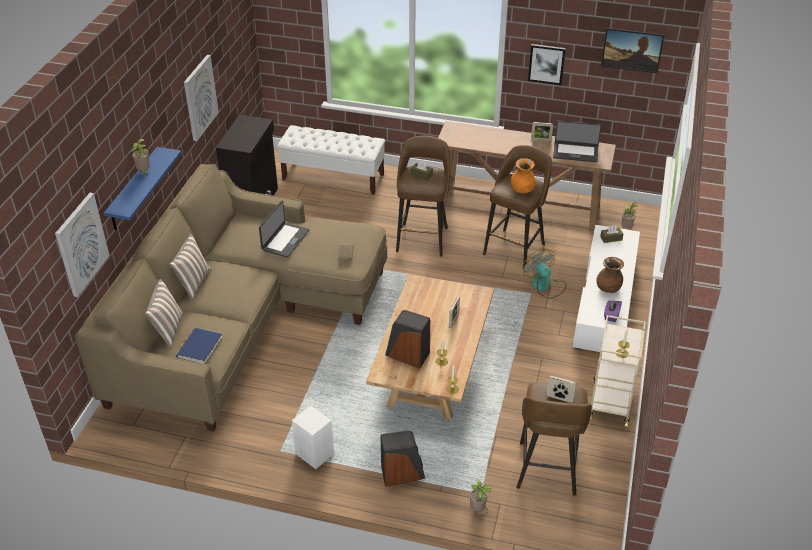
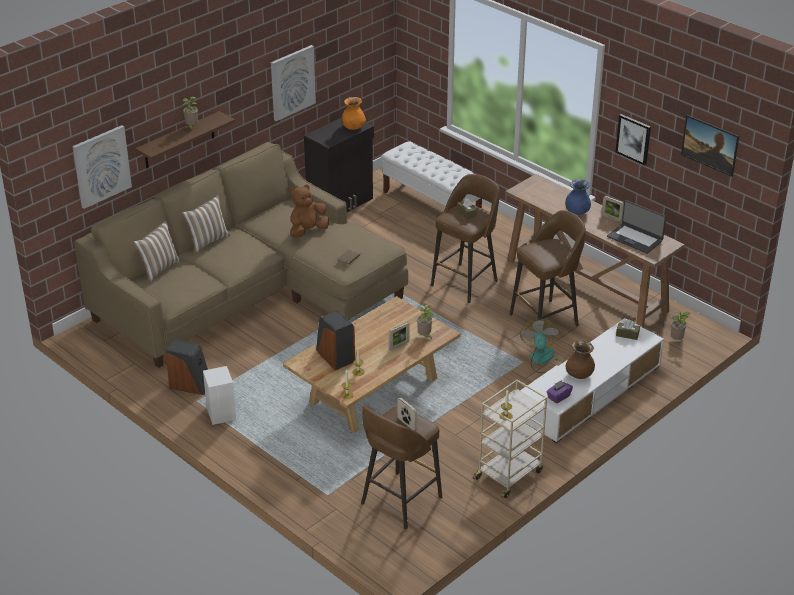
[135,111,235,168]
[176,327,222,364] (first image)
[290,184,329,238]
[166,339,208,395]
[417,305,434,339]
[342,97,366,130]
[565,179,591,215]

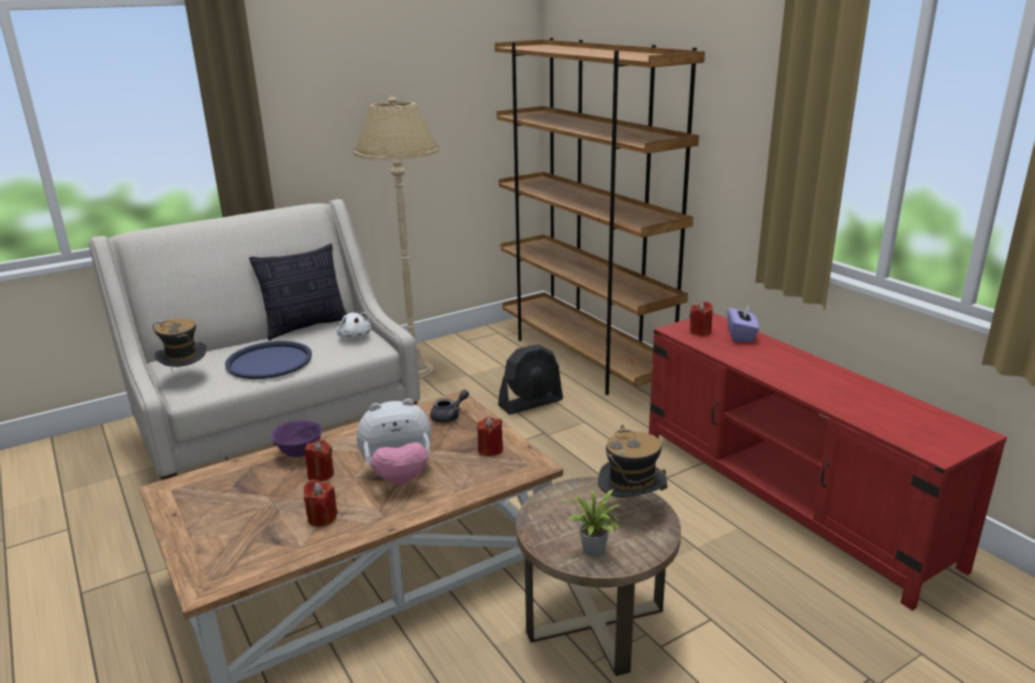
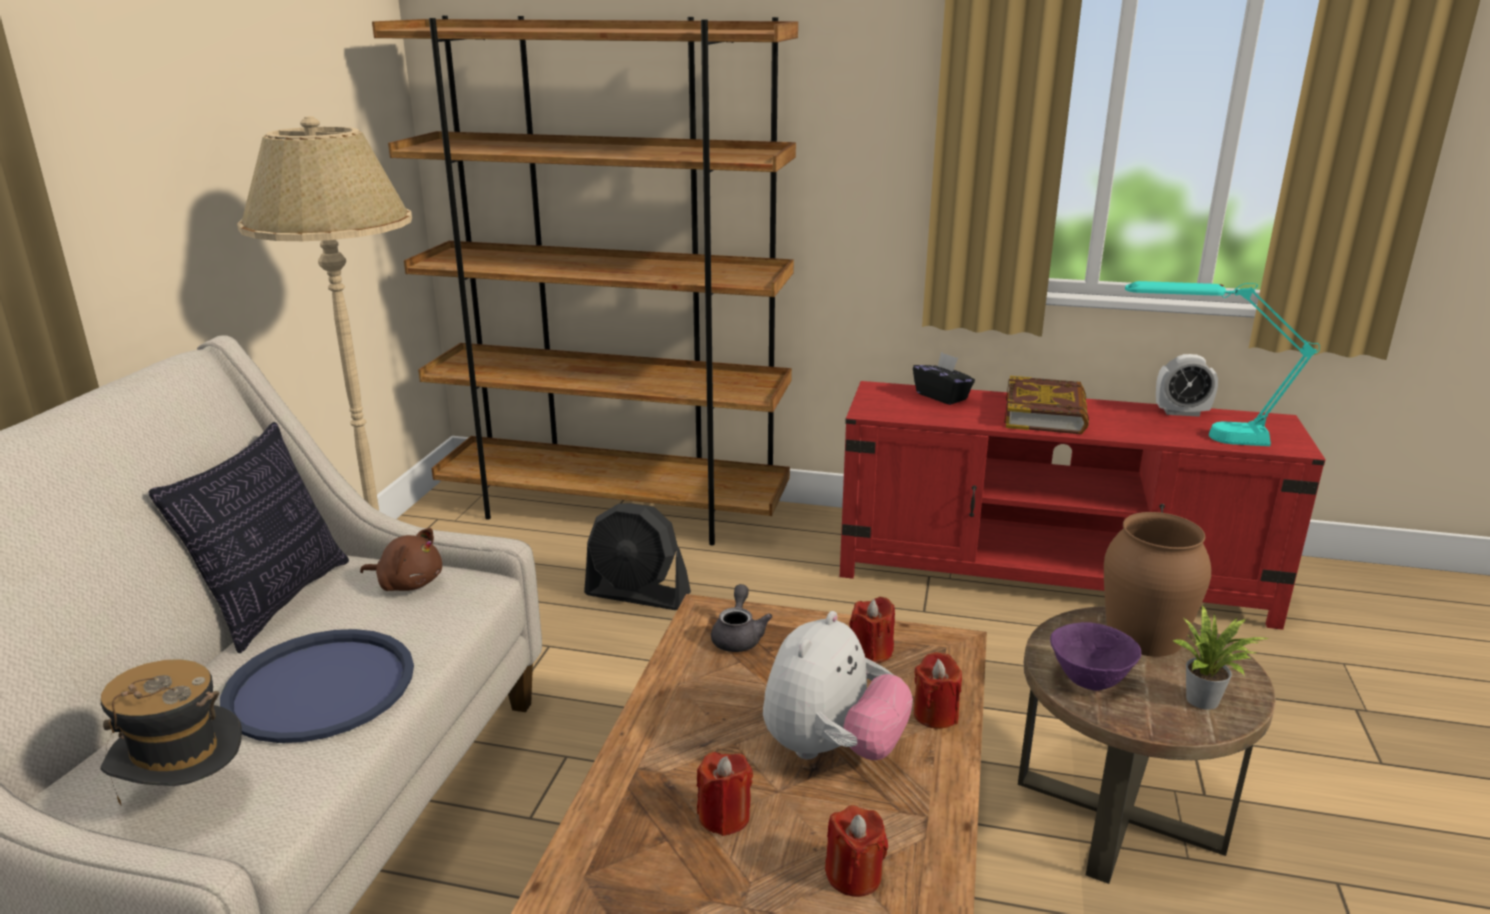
[1050,622,1141,691]
[360,528,442,591]
[584,503,691,610]
[1104,512,1211,657]
[914,652,962,729]
[913,352,975,405]
[1004,376,1089,434]
[1125,281,1320,446]
[1156,354,1218,417]

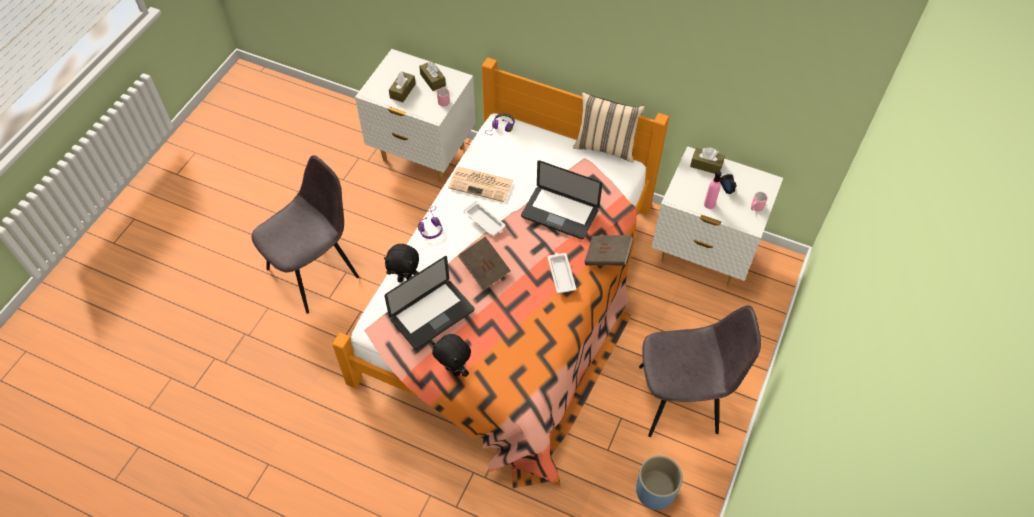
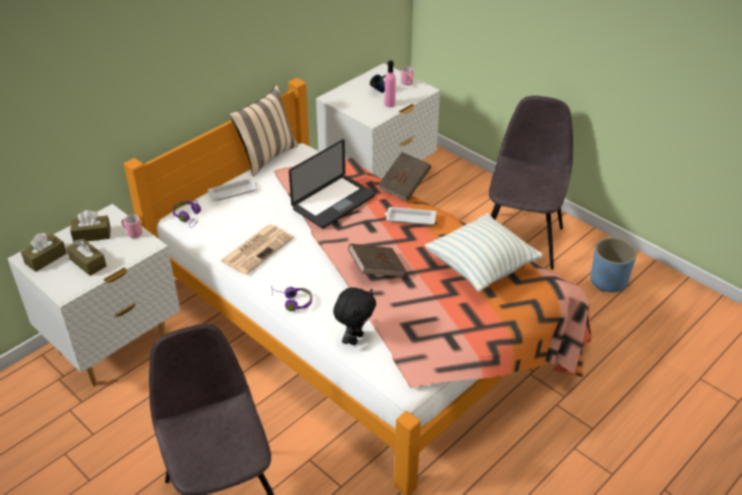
[384,256,474,349] (first image)
[432,334,471,377] (first image)
[208,178,257,201]
[21,233,67,272]
[425,213,542,292]

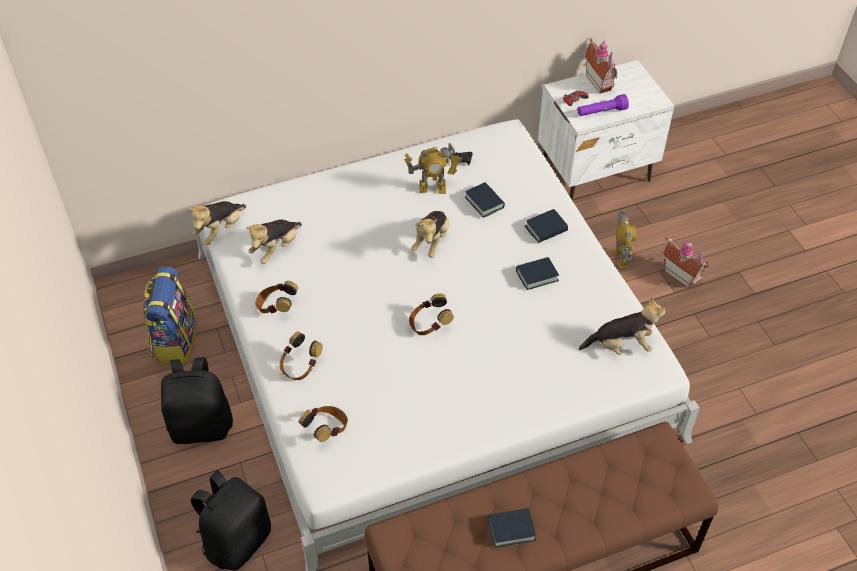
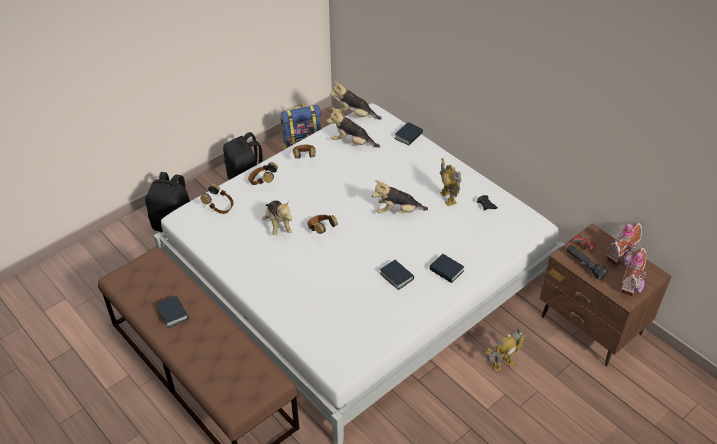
[394,122,423,146]
[540,224,672,366]
[566,245,608,280]
[262,200,292,235]
[620,245,646,296]

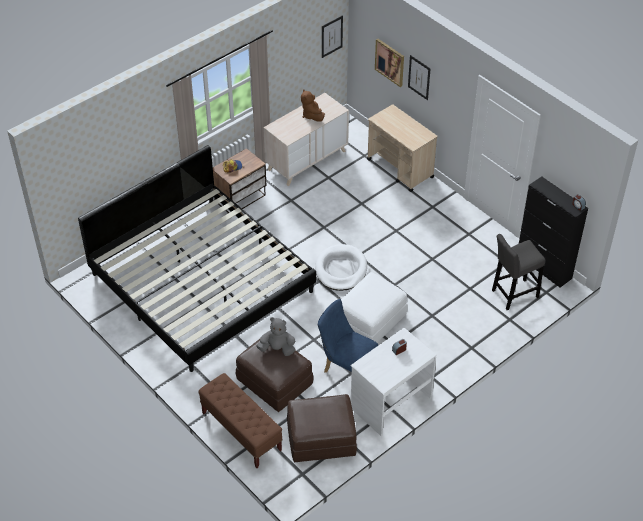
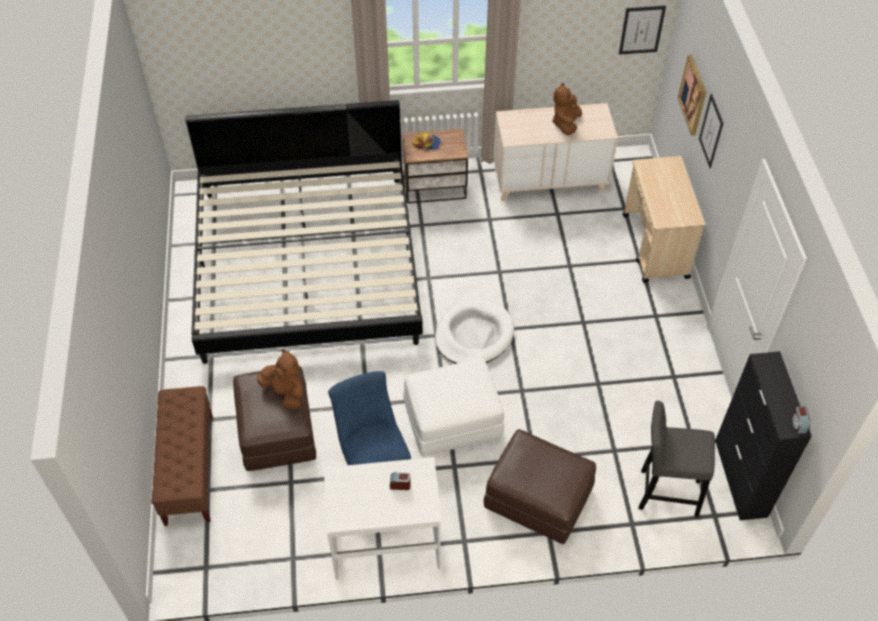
[257,349,303,409]
[483,429,596,545]

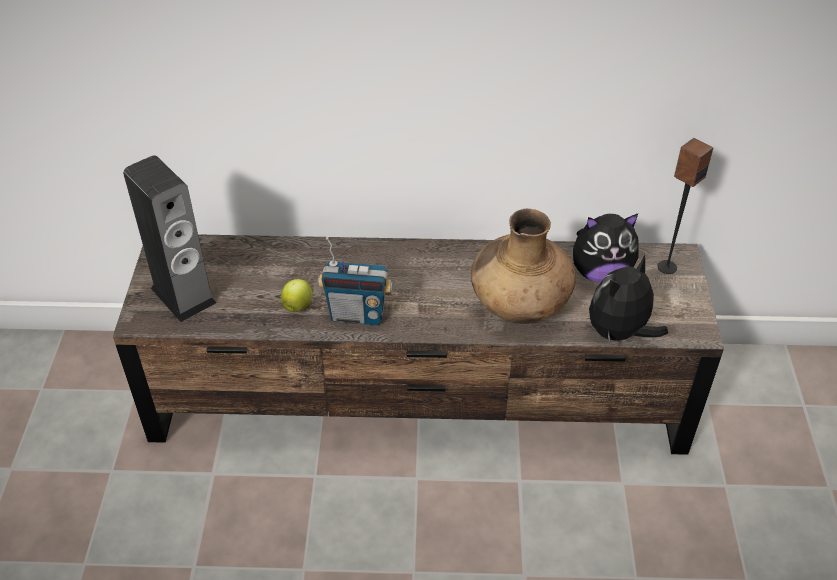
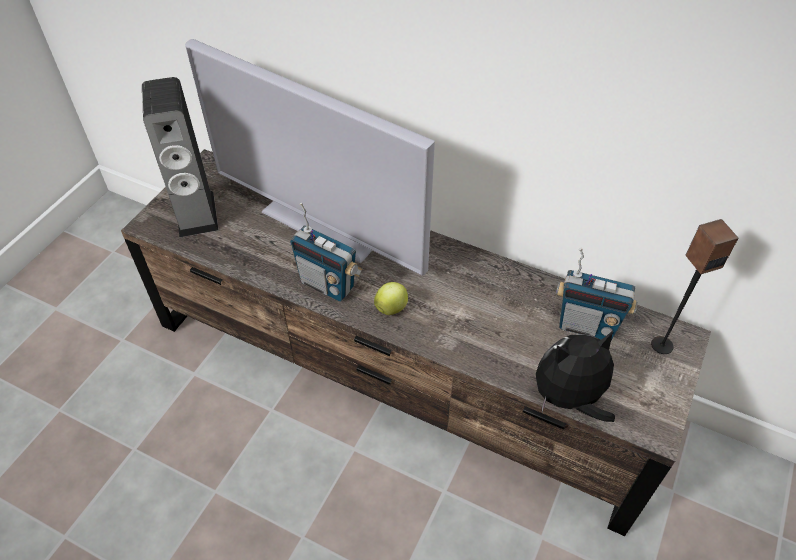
[374,282,408,315]
[471,209,576,324] (first image)
[556,248,638,340]
[185,39,435,276]

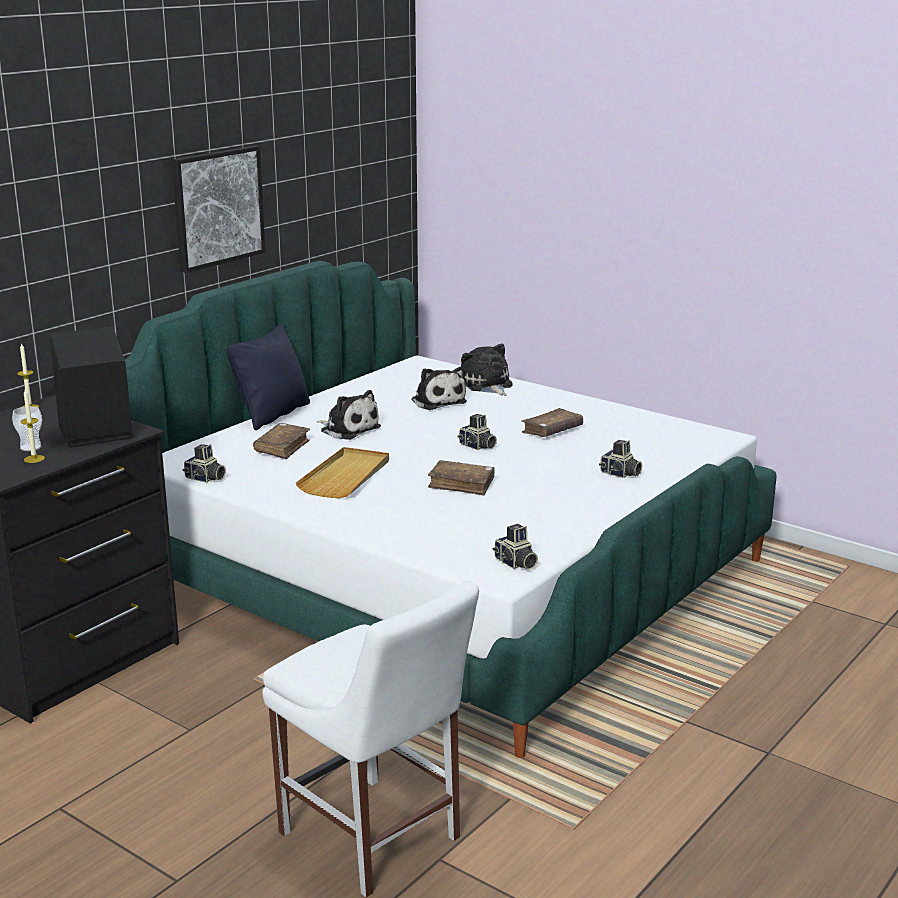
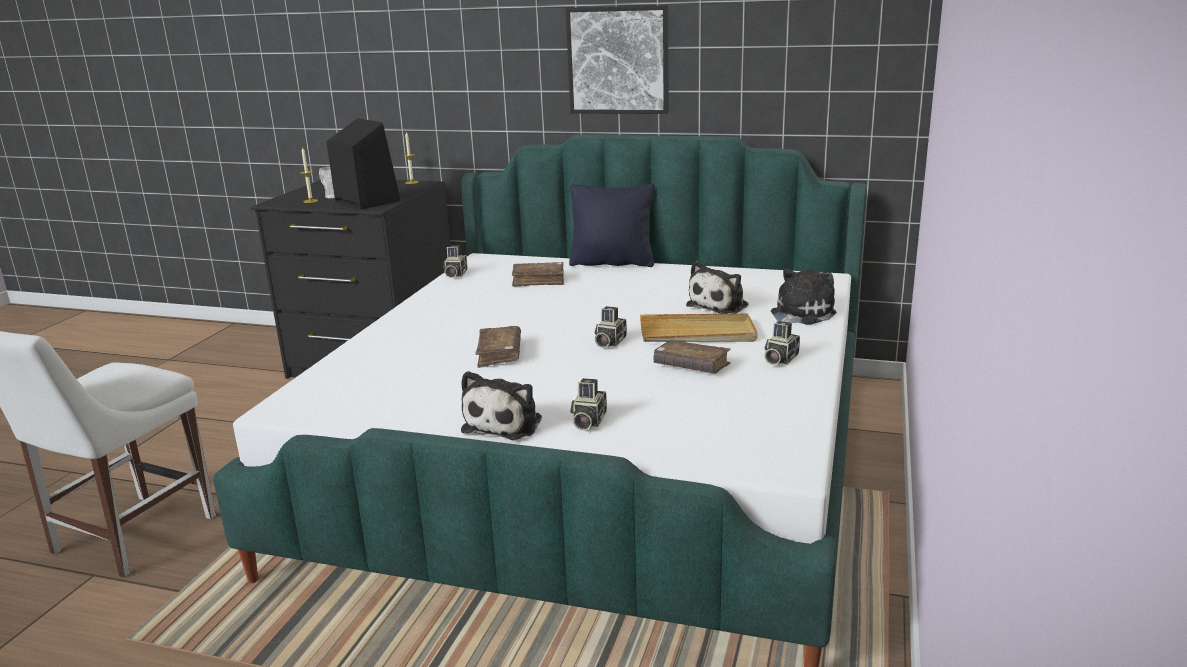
[640,313,758,342]
[461,371,542,440]
[764,321,800,365]

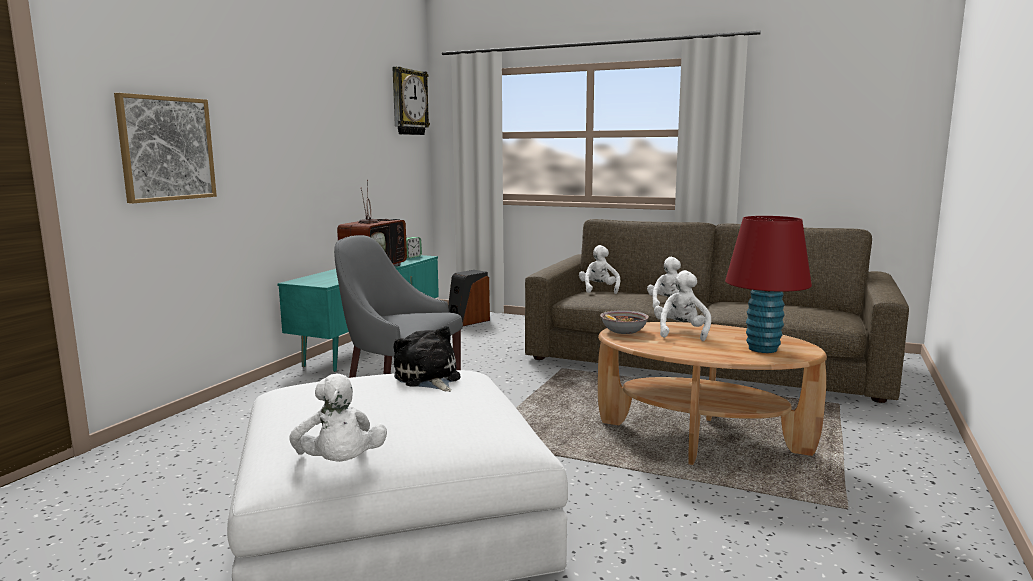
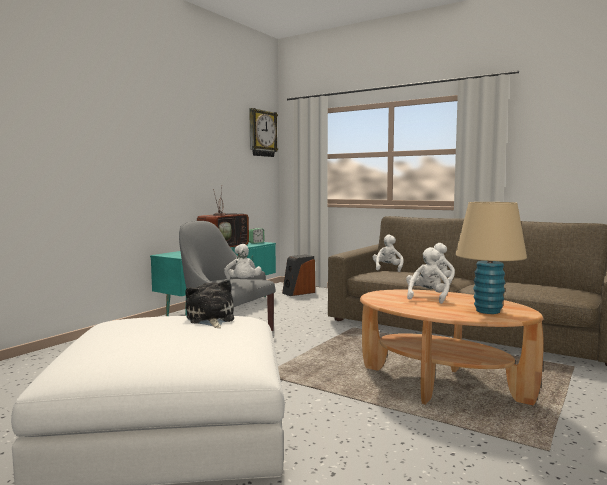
[114,93,217,204] (first image)
[224,244,262,280]
[600,310,649,334] (first image)
[455,202,527,314]

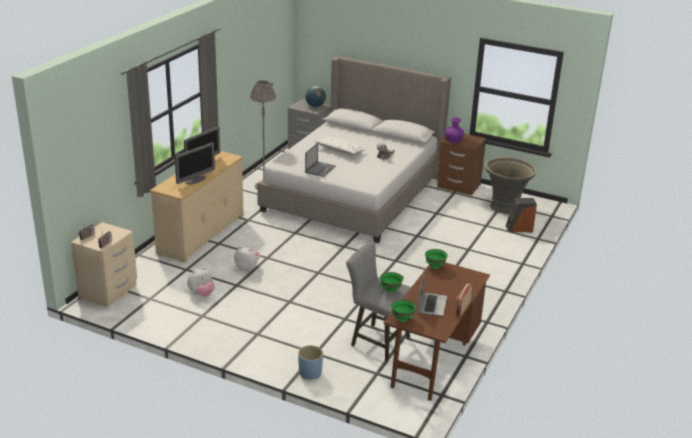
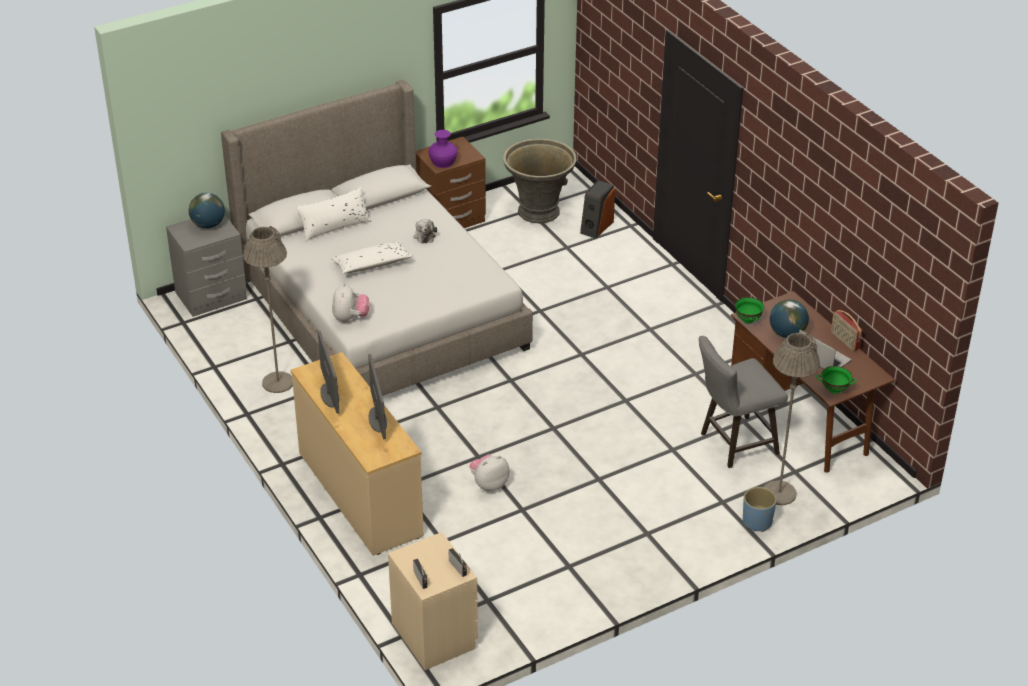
[332,283,369,323]
[305,143,336,177] (first image)
[379,272,404,293] (first image)
[296,187,371,241]
[764,333,820,505]
[770,299,809,338]

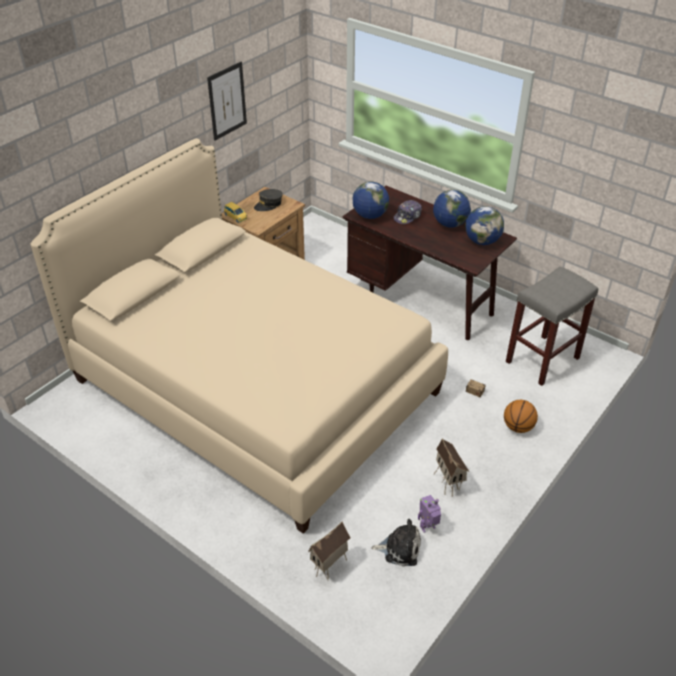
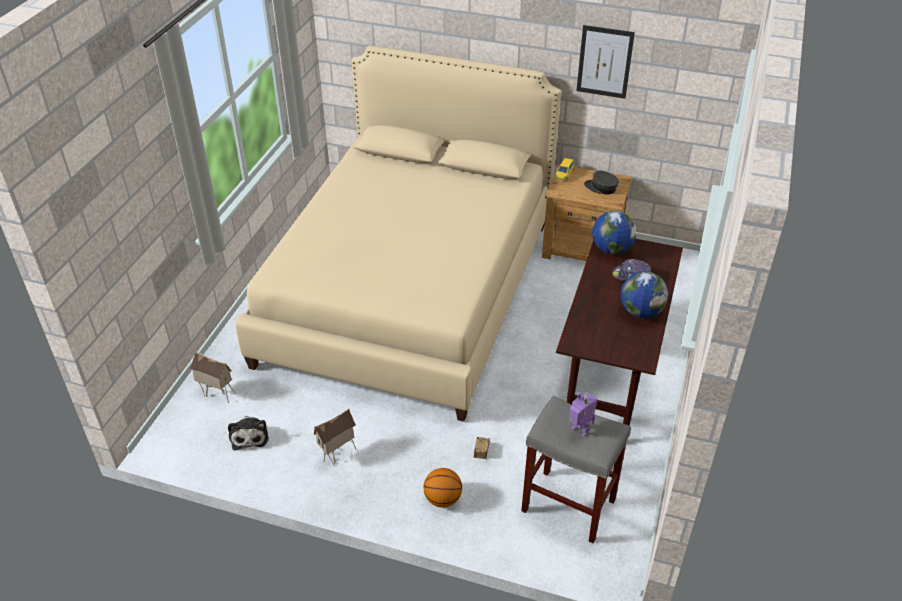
[569,392,598,437]
[465,206,504,245] (first image)

